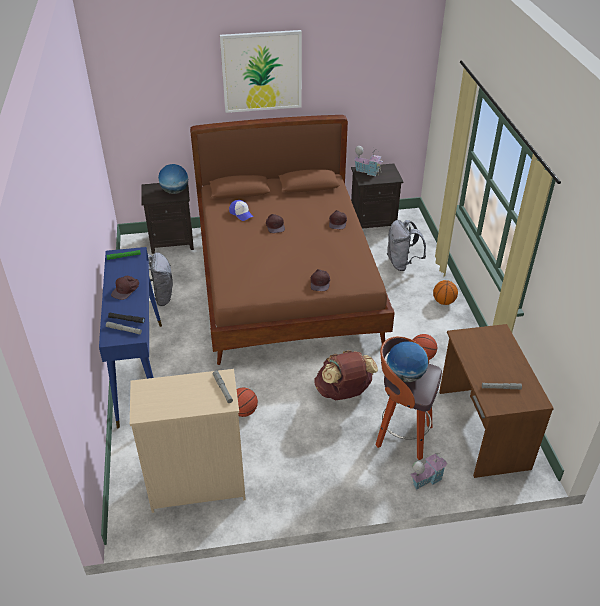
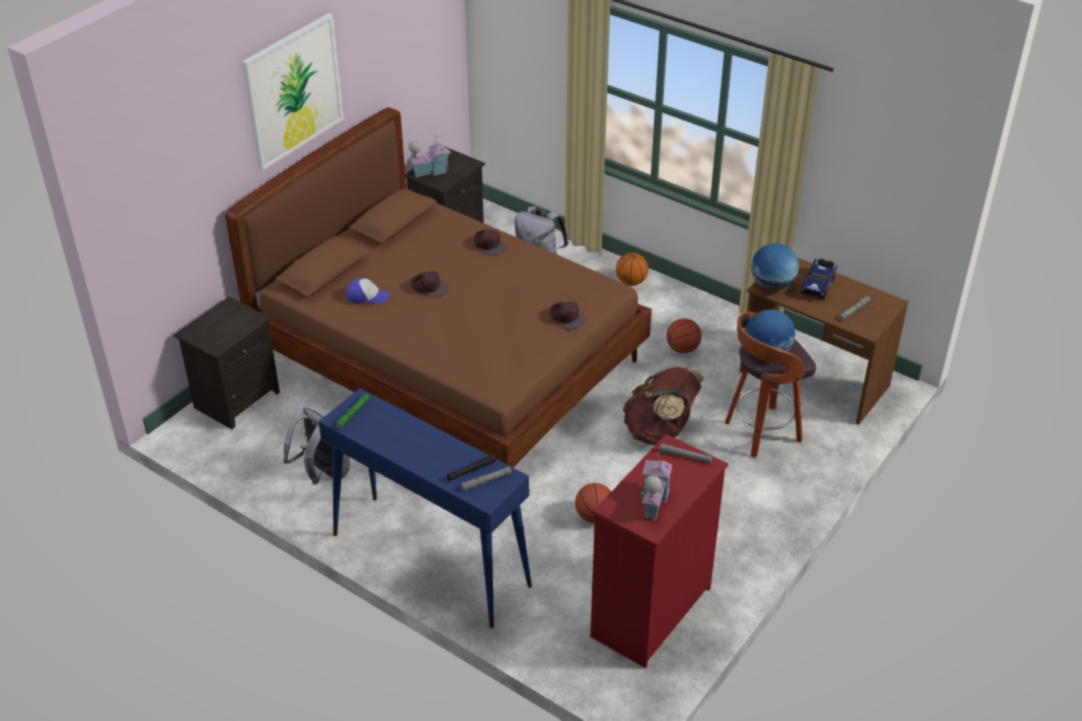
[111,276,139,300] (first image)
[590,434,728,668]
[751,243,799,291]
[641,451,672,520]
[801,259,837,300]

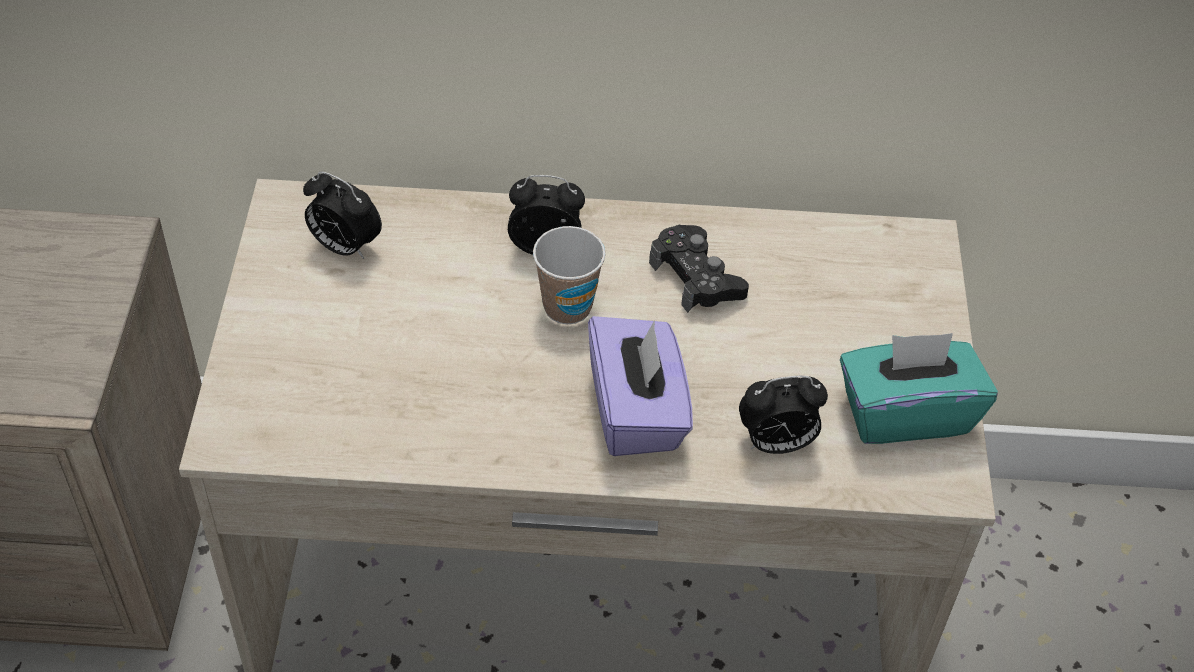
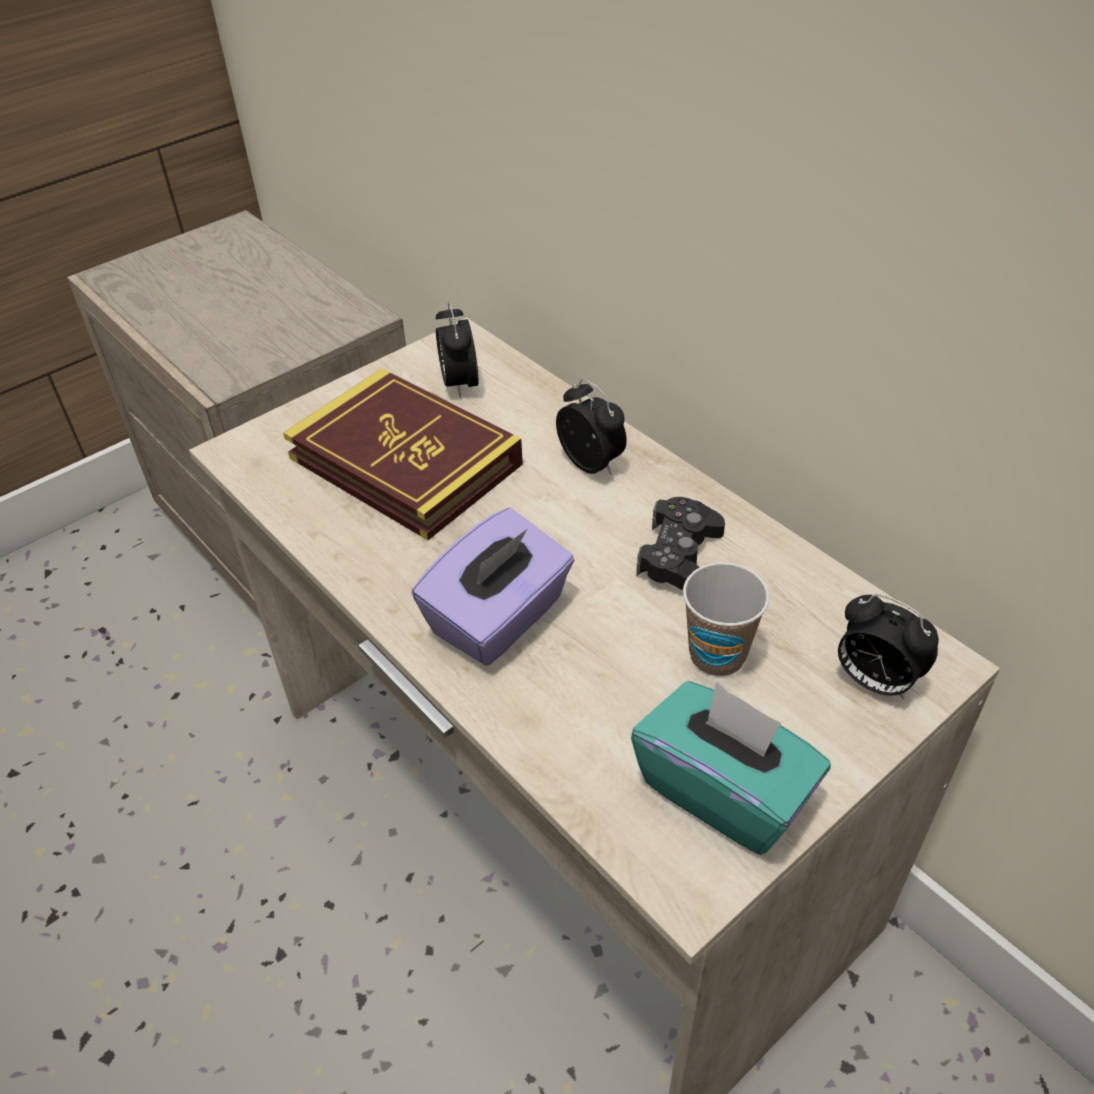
[683,562,769,677]
[838,594,939,699]
[283,369,523,540]

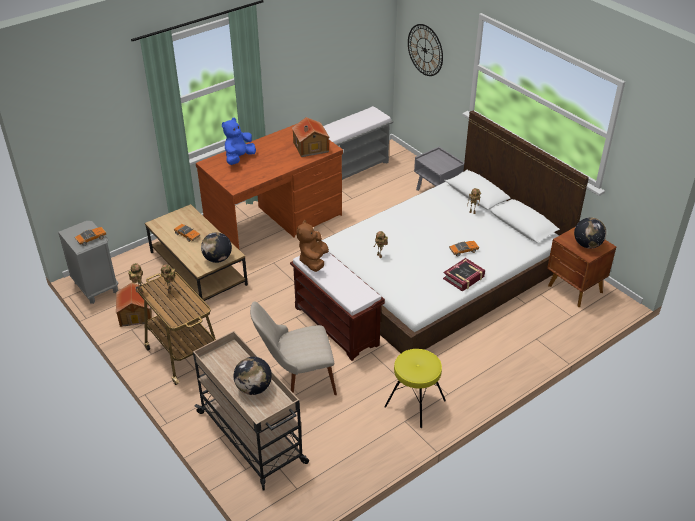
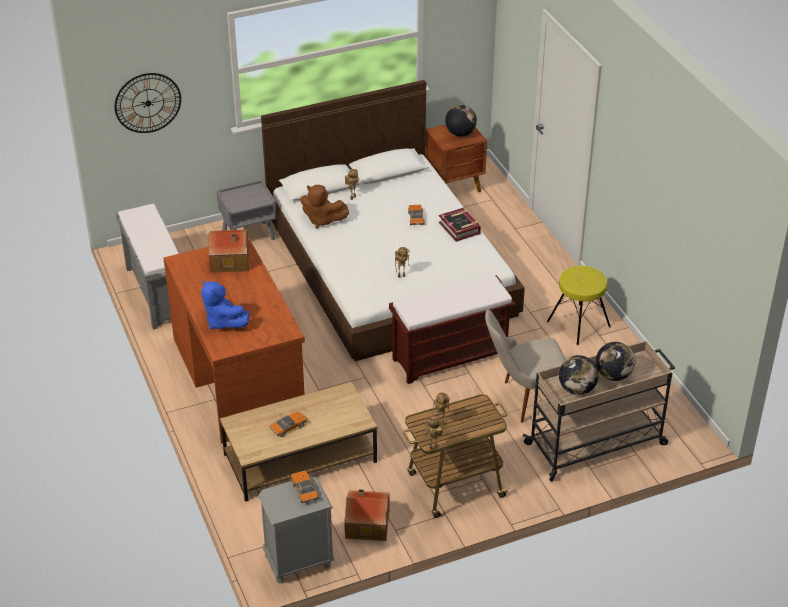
[559,355,599,395]
[485,310,566,422]
[300,185,349,228]

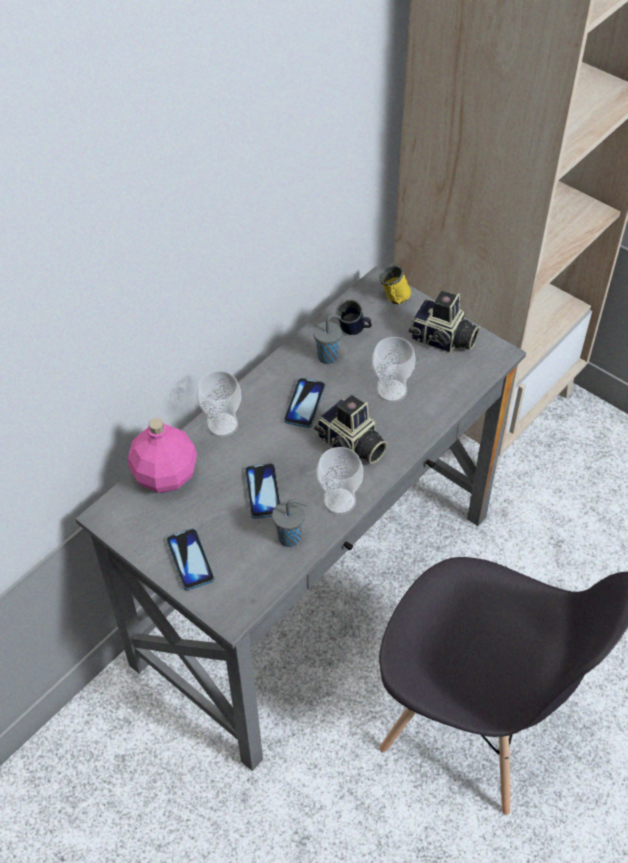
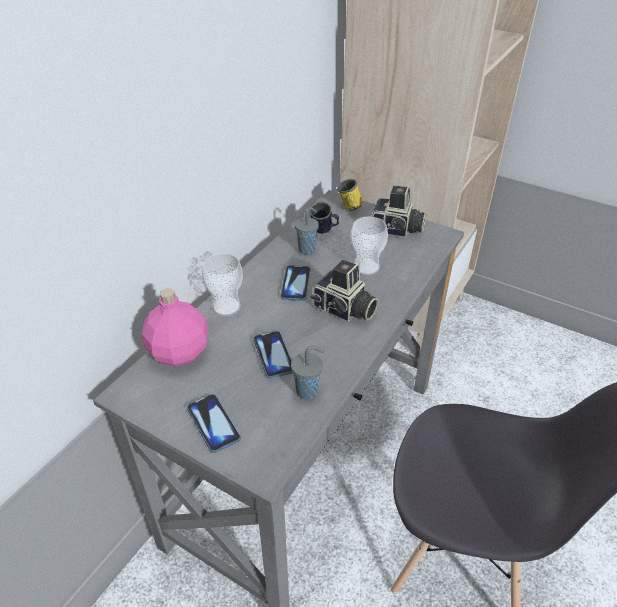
[317,447,363,515] (first image)

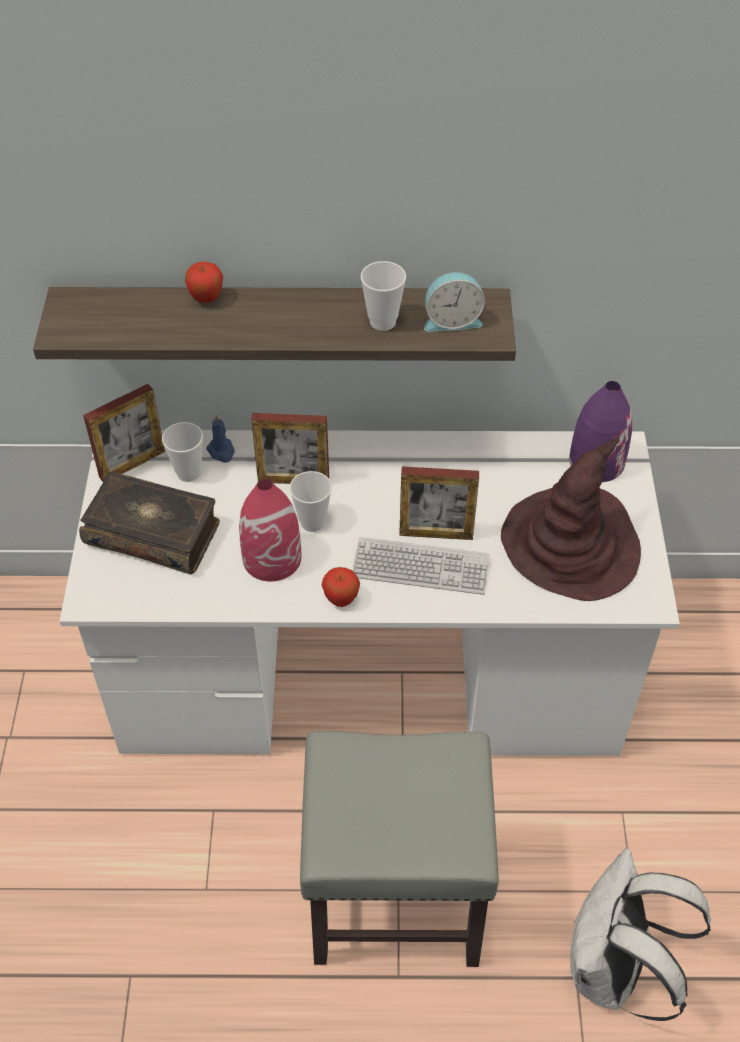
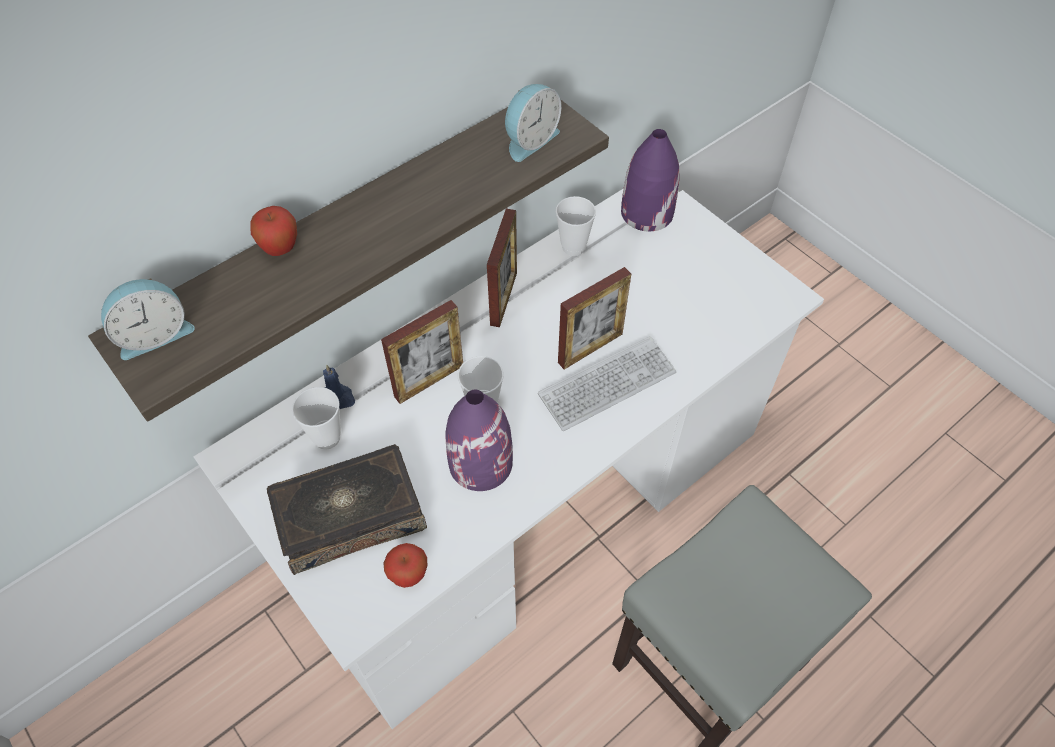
[487,209,517,327]
[445,390,513,491]
[383,543,427,588]
[556,196,596,256]
[501,438,641,601] (first image)
[570,848,711,1021] (first image)
[101,278,195,360]

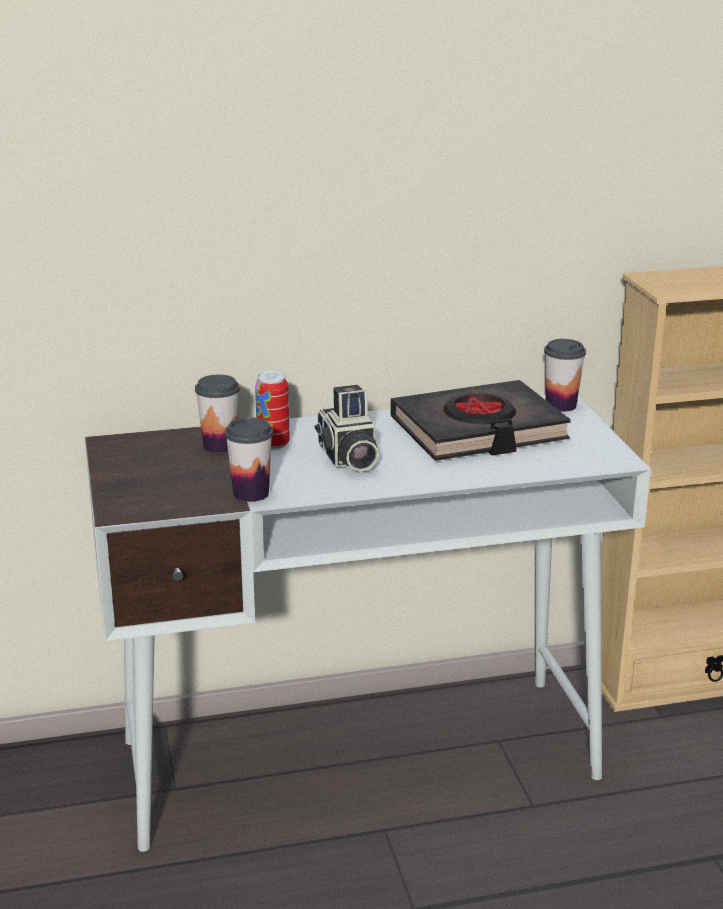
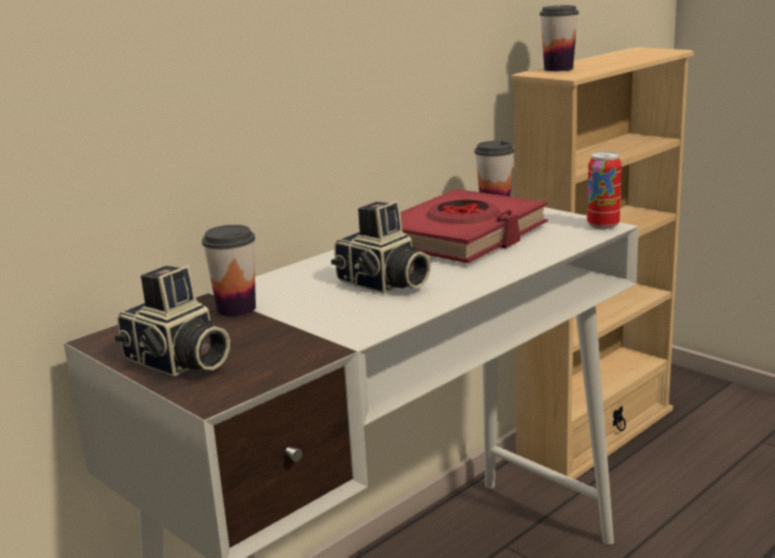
[540,5,579,71]
[587,151,622,229]
[400,189,548,264]
[115,265,230,376]

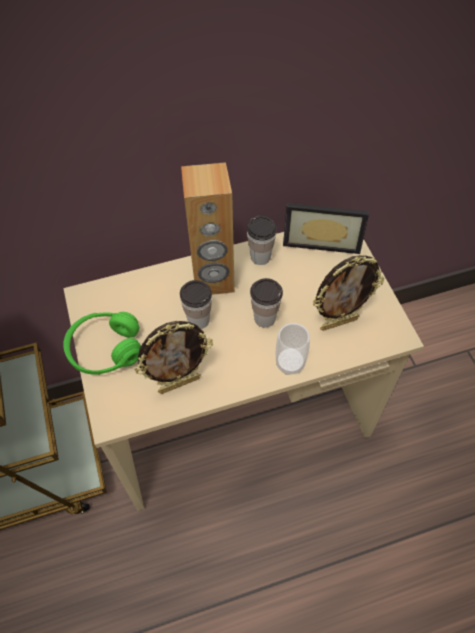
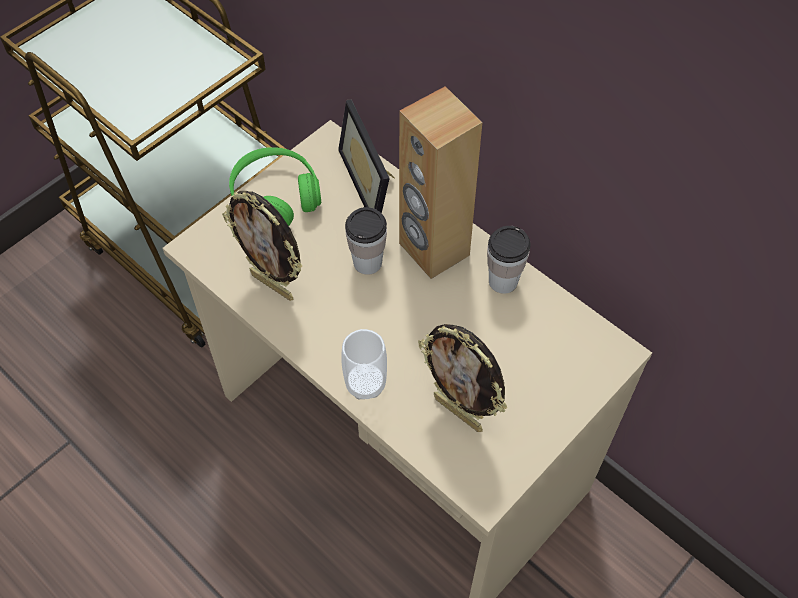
[250,278,283,328] (first image)
[338,99,395,213]

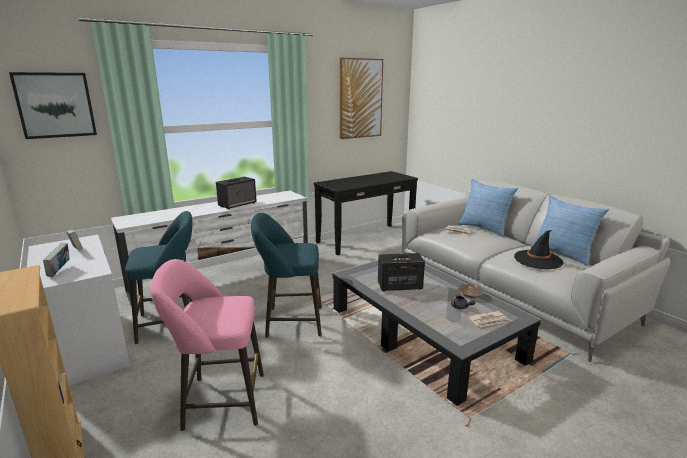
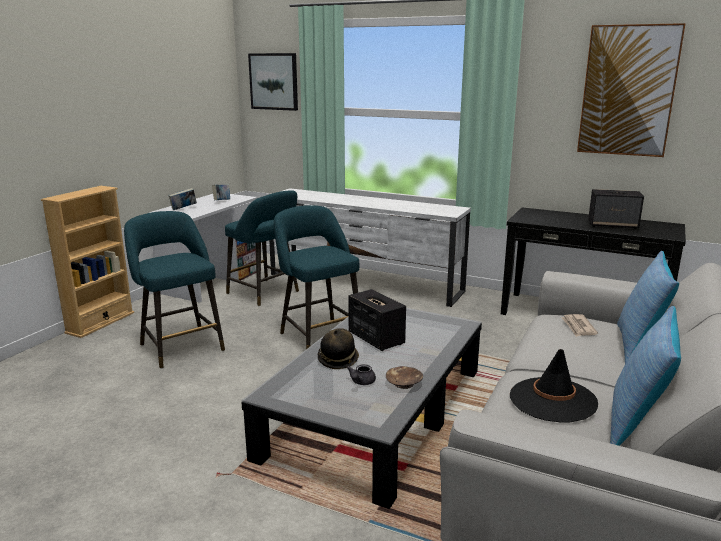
[124,211,225,369]
[588,189,644,229]
[468,311,509,327] (first image)
[318,328,359,369]

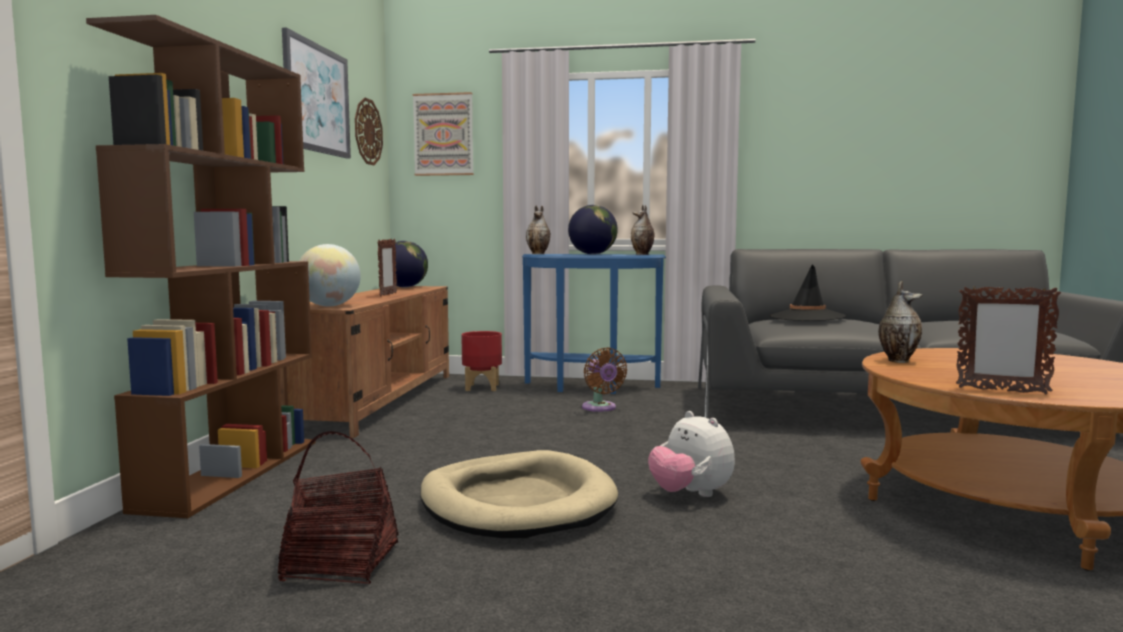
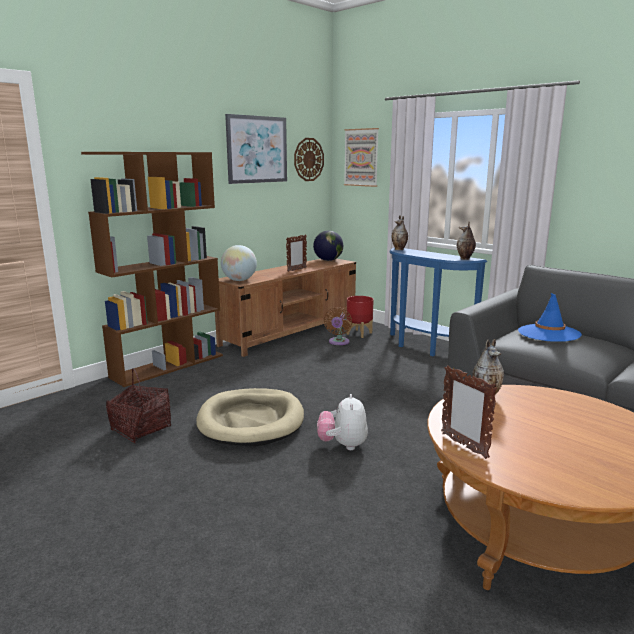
[568,205,618,254] (first image)
[324,307,352,345]
[518,293,582,342]

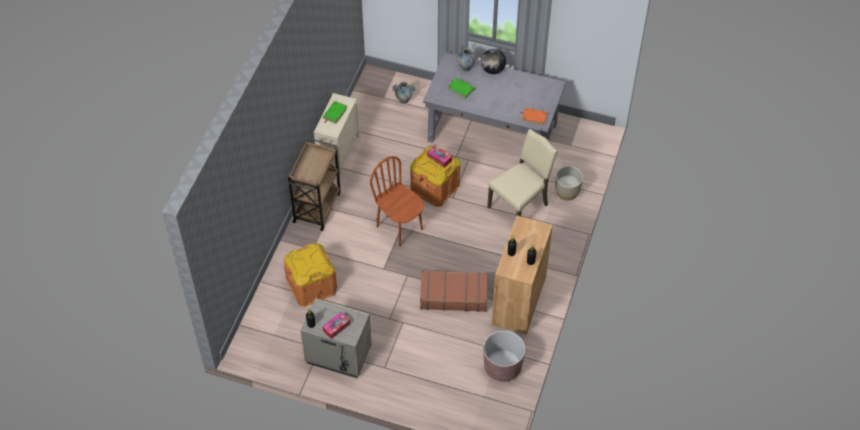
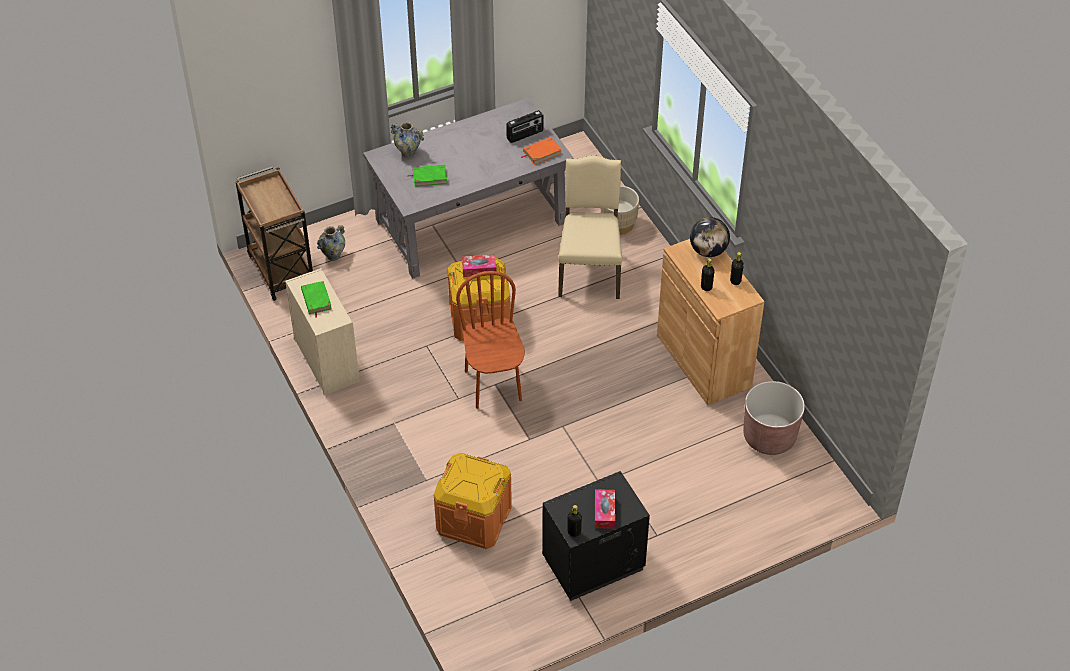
[236,166,313,301]
[542,471,650,601]
[456,271,525,409]
[420,270,488,312] (first image)
[690,217,730,257]
[506,110,544,143]

